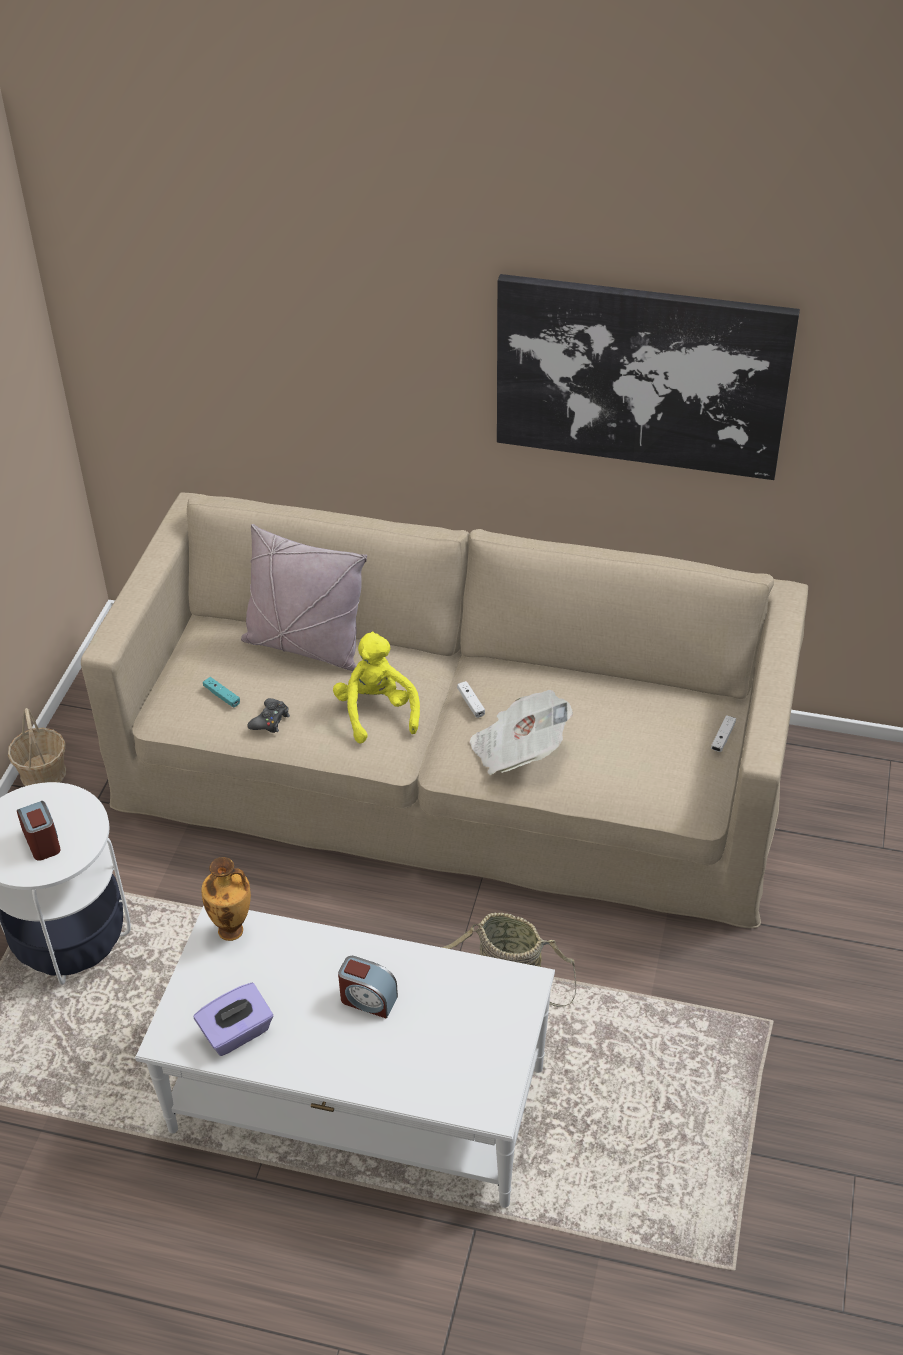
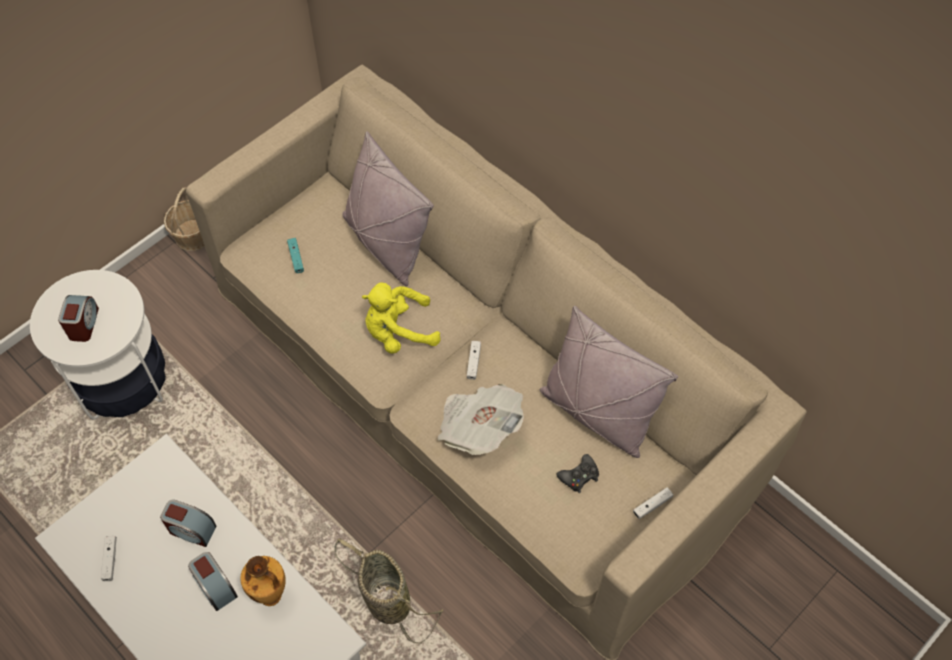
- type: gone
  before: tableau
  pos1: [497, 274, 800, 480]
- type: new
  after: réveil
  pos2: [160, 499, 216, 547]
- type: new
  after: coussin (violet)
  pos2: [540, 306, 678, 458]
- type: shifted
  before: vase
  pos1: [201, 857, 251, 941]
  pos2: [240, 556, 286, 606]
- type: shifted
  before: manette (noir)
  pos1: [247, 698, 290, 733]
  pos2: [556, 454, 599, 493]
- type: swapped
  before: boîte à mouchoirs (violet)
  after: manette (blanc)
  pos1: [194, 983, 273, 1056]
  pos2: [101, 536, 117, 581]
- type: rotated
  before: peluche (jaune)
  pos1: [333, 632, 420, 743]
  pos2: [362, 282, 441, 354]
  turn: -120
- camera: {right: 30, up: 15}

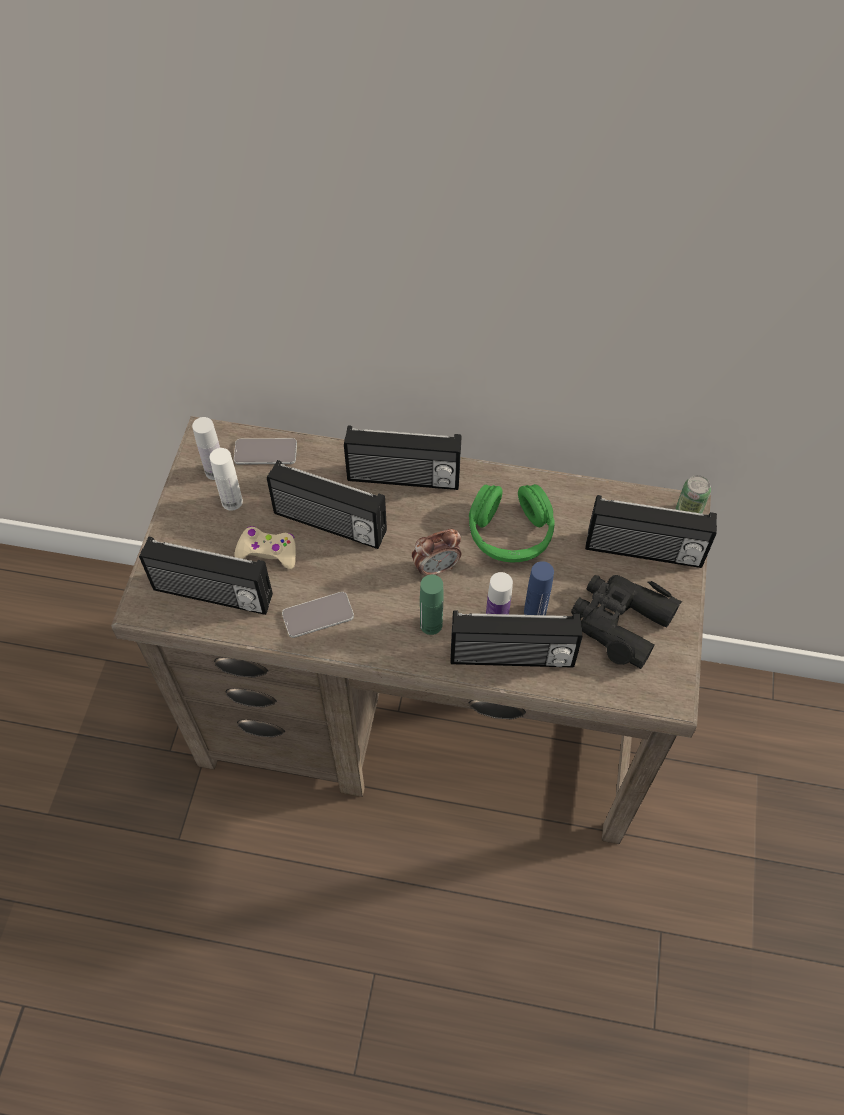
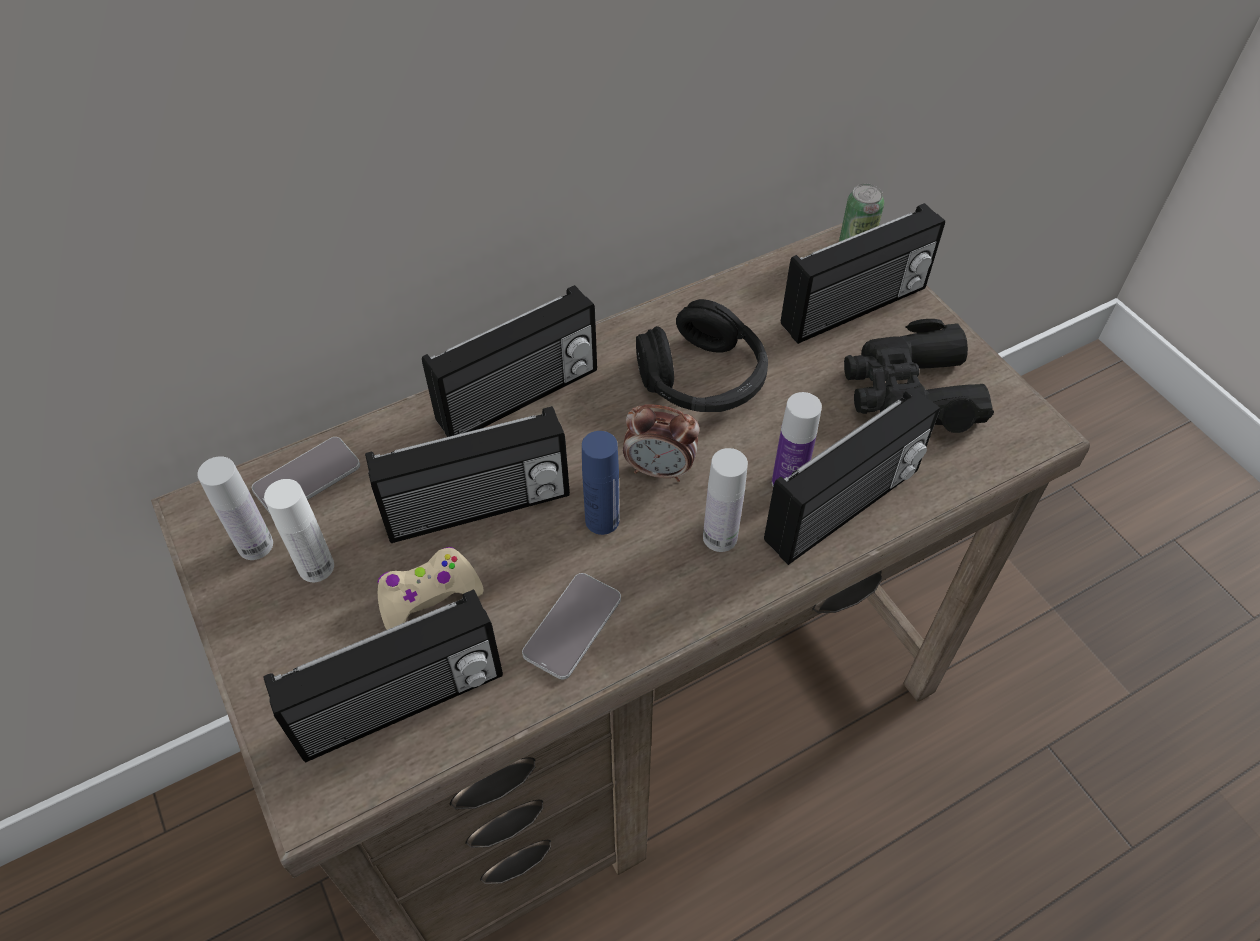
- type: shifted
  before: bouteille (bleu)
  pos1: [524, 561, 554, 615]
  pos2: [582, 431, 619, 535]
- type: repainted
  before: bouteille (vert)
  after: bouteille (blanc)
  pos1: [420, 575, 444, 635]
  pos2: [703, 448, 748, 552]
- type: repainted
  before: casque audio (vert)
  after: casque audio (noir)
  pos1: [469, 484, 554, 562]
  pos2: [636, 299, 768, 412]
- type: rotated
  before: réveil
  pos1: [412, 529, 461, 577]
  pos2: [623, 404, 700, 482]
  turn: 75
- camera: {right: -40, up: -5}

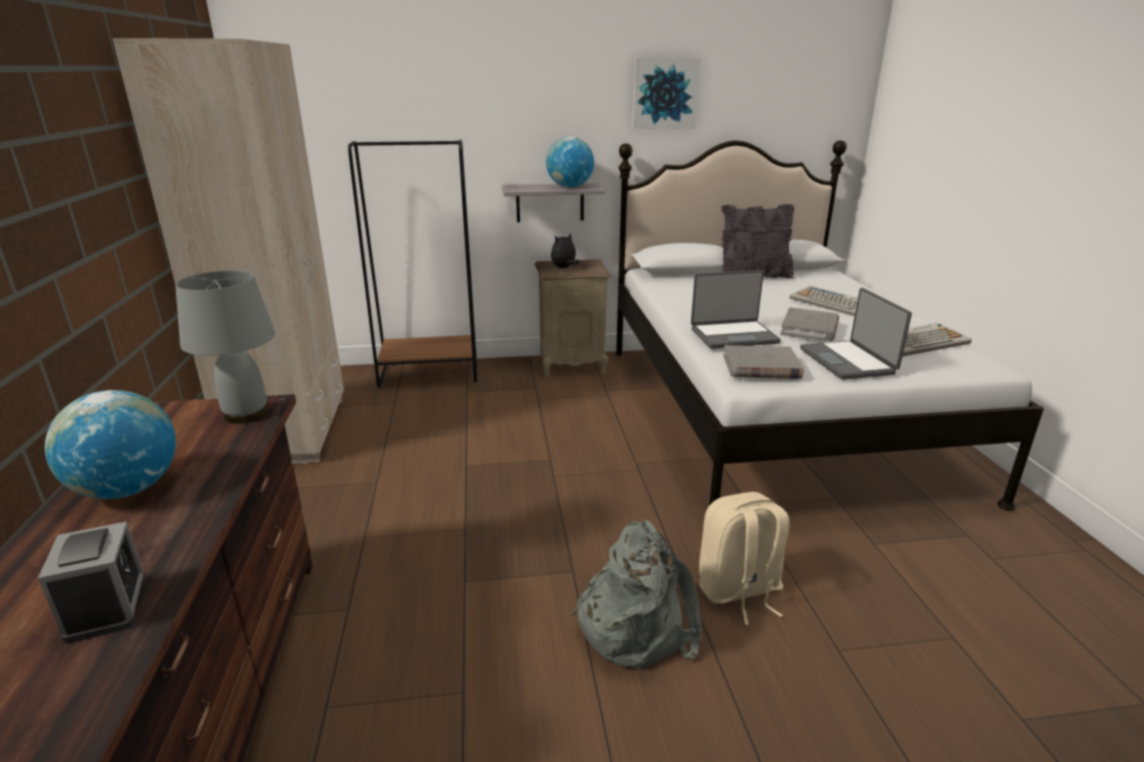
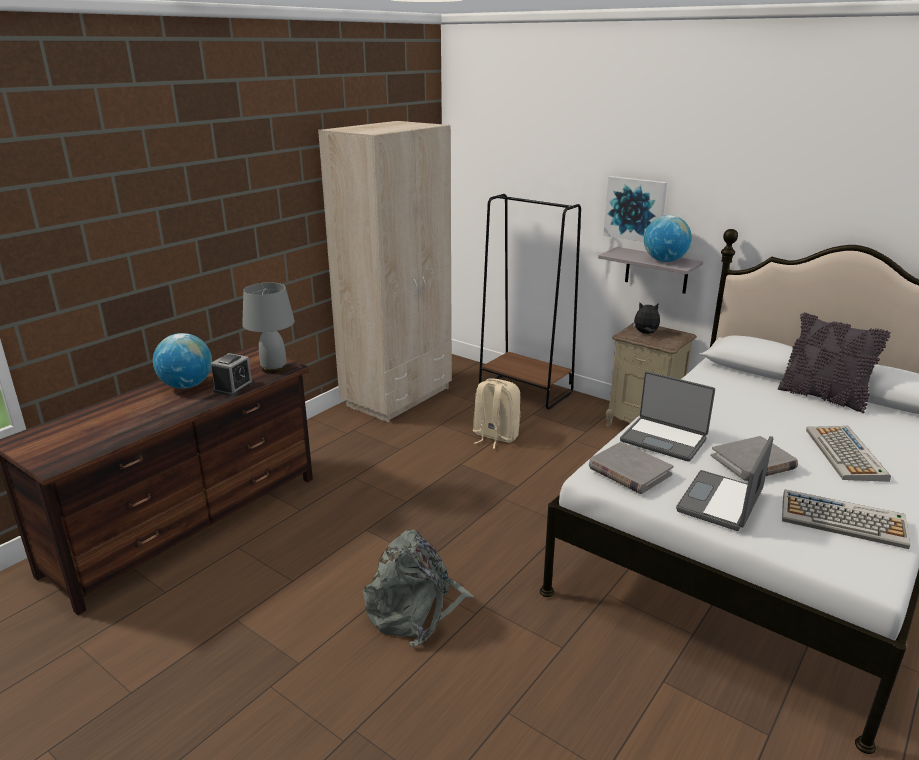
- type: shifted
  before: réveil
  pos1: [38, 522, 146, 644]
  pos2: [211, 353, 253, 396]
- type: shifted
  before: tableau
  pos1: [632, 58, 701, 129]
  pos2: [603, 176, 667, 242]
- type: shifted
  before: sac à dos (beige)
  pos1: [699, 492, 789, 625]
  pos2: [473, 378, 521, 449]
- camera: {right: 45, up: 0}

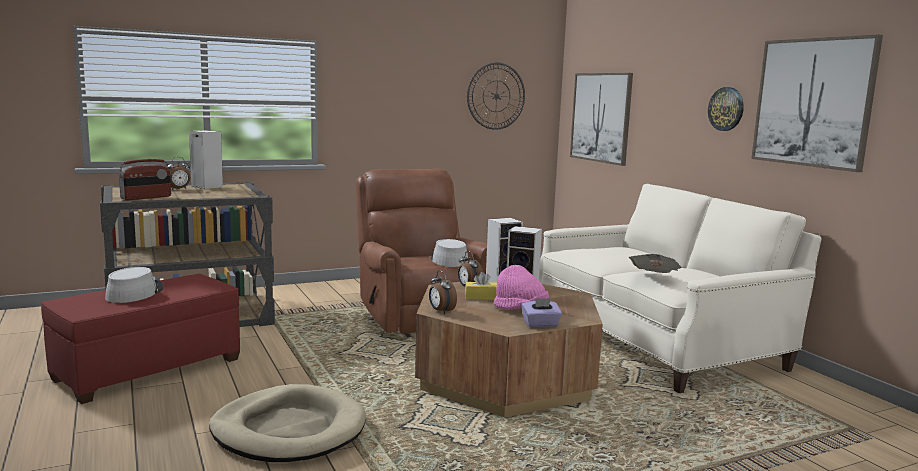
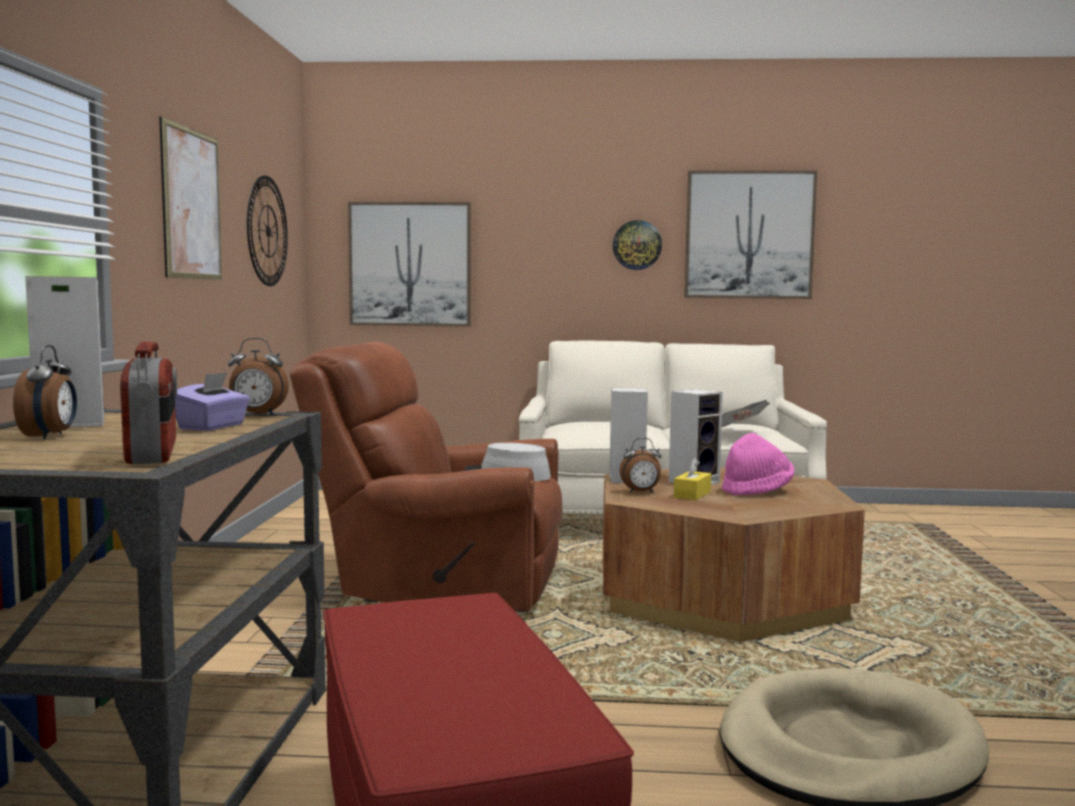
- type: gone
  before: chapeau (gris)
  pos1: [105, 267, 164, 303]
- type: new
  after: tableau
  pos2: [159, 116, 222, 280]
- type: shifted
  before: réveil
  pos1: [429, 270, 457, 314]
  pos2: [228, 338, 289, 415]
- type: shifted
  before: boîte à mouchoirs (violet)
  pos1: [521, 298, 562, 327]
  pos2: [175, 372, 250, 431]
- camera: {right: -60, up: -5}

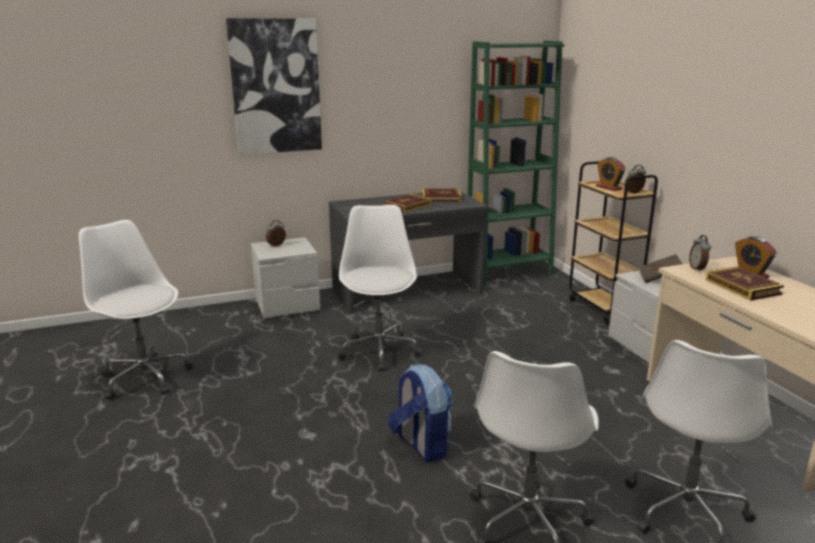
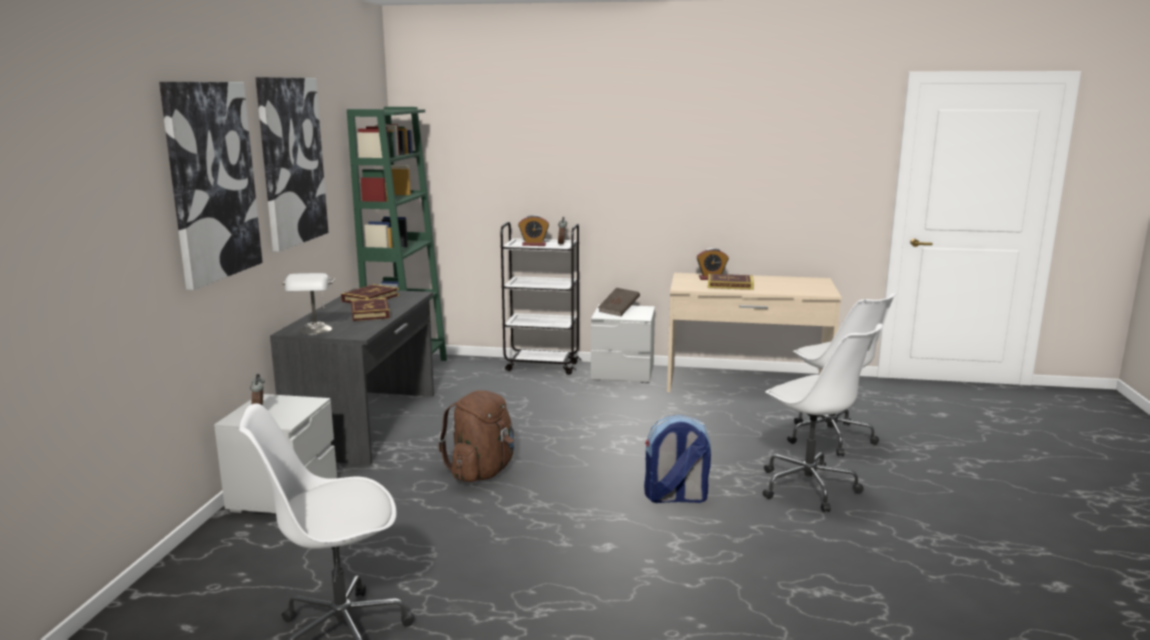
- type: gone
  before: réveil
  pos1: [689, 235, 711, 272]
- type: new
  after: tableau
  pos2: [256, 77, 329, 252]
- type: new
  after: lampe de table (blanc)
  pos2: [282, 273, 335, 335]
- type: swapped
  before: chaise de bureau (blanc)
  after: sac à dos (marron)
  pos1: [337, 205, 422, 371]
  pos2: [438, 390, 514, 482]
- type: repainted
  before: chariot (marron)
  after: chariot (blanc)
  pos1: [569, 161, 658, 325]
  pos2: [501, 222, 581, 375]
- camera: {right: -60, up: -5}

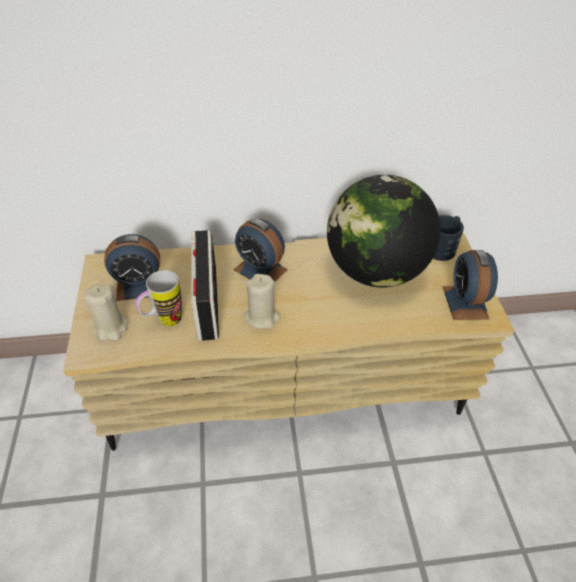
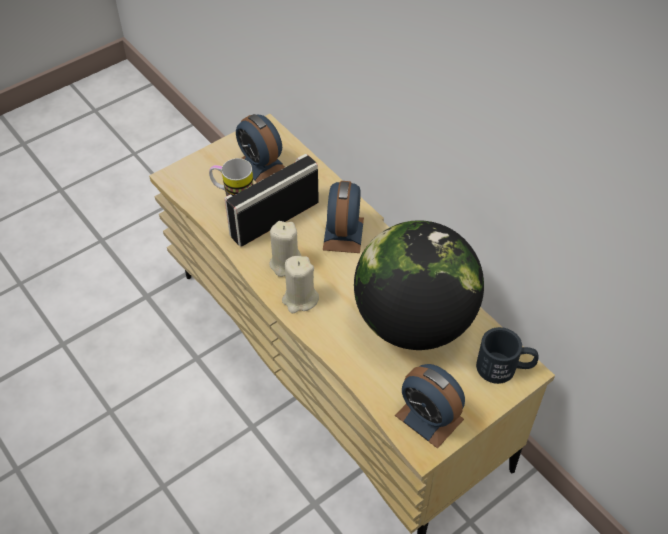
- type: shifted
  before: bougie (beige)
  pos1: [84, 284, 128, 341]
  pos2: [282, 256, 319, 313]
- type: rotated
  before: réveil
  pos1: [443, 250, 498, 320]
  pos2: [395, 364, 465, 449]
  turn: -105
- camera: {right: 60, up: 5}

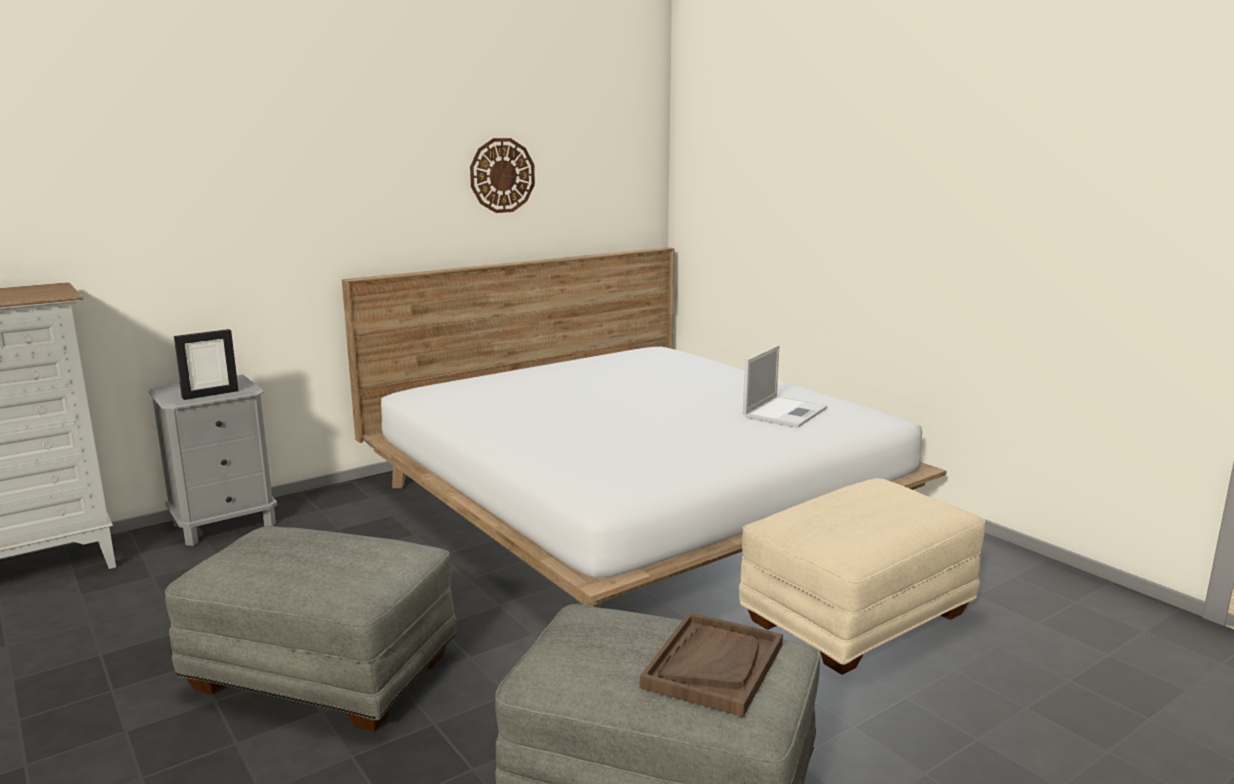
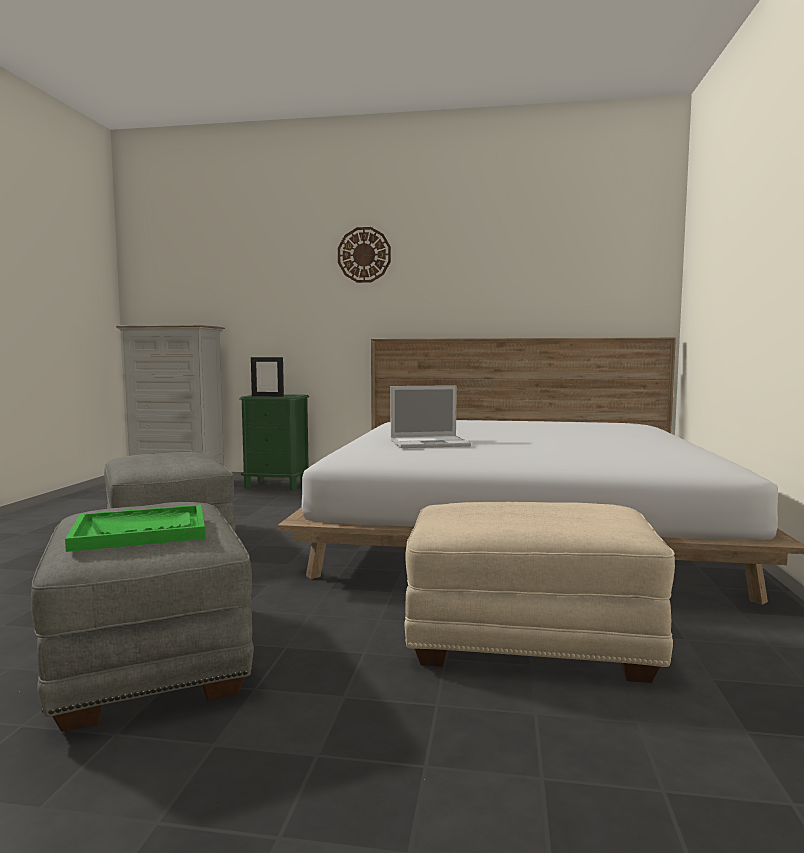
- type: shifted
  before: horloge murale
  pos1: [470, 138, 535, 213]
  pos2: [338, 227, 391, 283]
- type: shifted
  before: ordinateur portable
  pos1: [743, 345, 827, 428]
  pos2: [390, 385, 471, 448]
- type: repainted
  before: table de chevet (gris)
  after: table de chevet (vert)
  pos1: [148, 375, 277, 546]
  pos2: [239, 394, 309, 490]
- type: repainted
  before: plateau (marron)
  after: plateau (vert)
  pos1: [640, 612, 783, 717]
  pos2: [65, 505, 205, 552]
- camera: {right: 45, up: -10}

